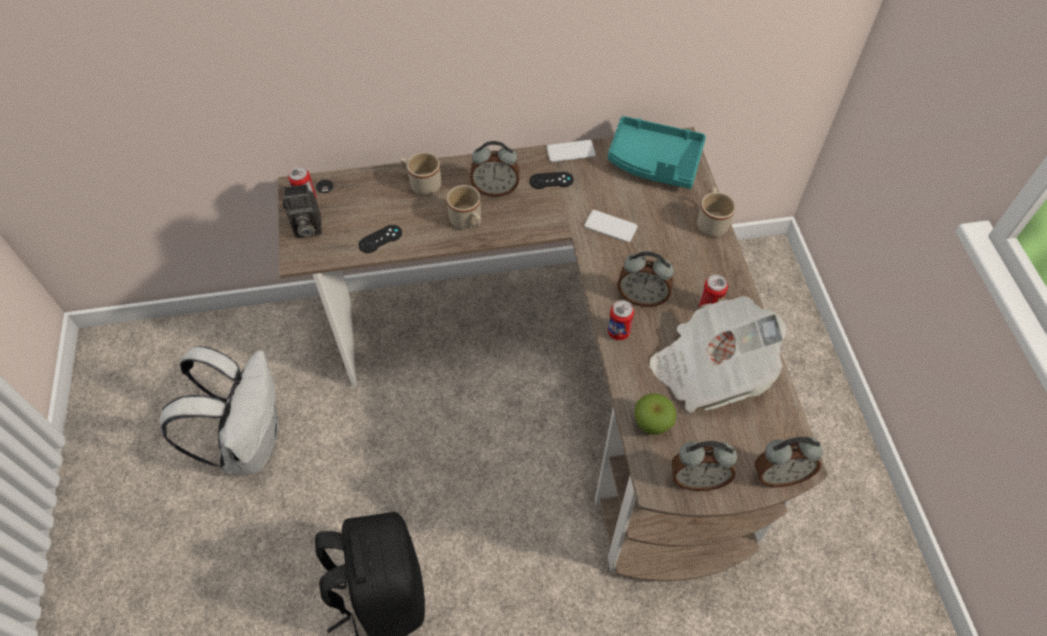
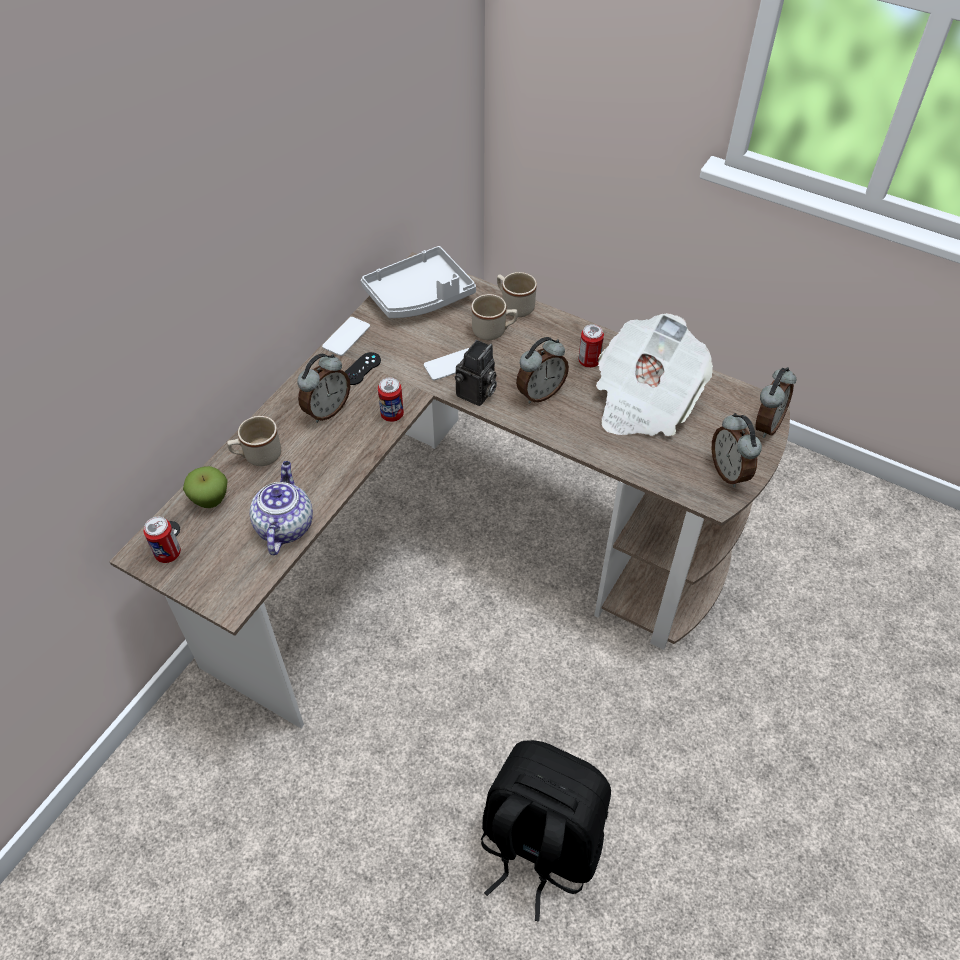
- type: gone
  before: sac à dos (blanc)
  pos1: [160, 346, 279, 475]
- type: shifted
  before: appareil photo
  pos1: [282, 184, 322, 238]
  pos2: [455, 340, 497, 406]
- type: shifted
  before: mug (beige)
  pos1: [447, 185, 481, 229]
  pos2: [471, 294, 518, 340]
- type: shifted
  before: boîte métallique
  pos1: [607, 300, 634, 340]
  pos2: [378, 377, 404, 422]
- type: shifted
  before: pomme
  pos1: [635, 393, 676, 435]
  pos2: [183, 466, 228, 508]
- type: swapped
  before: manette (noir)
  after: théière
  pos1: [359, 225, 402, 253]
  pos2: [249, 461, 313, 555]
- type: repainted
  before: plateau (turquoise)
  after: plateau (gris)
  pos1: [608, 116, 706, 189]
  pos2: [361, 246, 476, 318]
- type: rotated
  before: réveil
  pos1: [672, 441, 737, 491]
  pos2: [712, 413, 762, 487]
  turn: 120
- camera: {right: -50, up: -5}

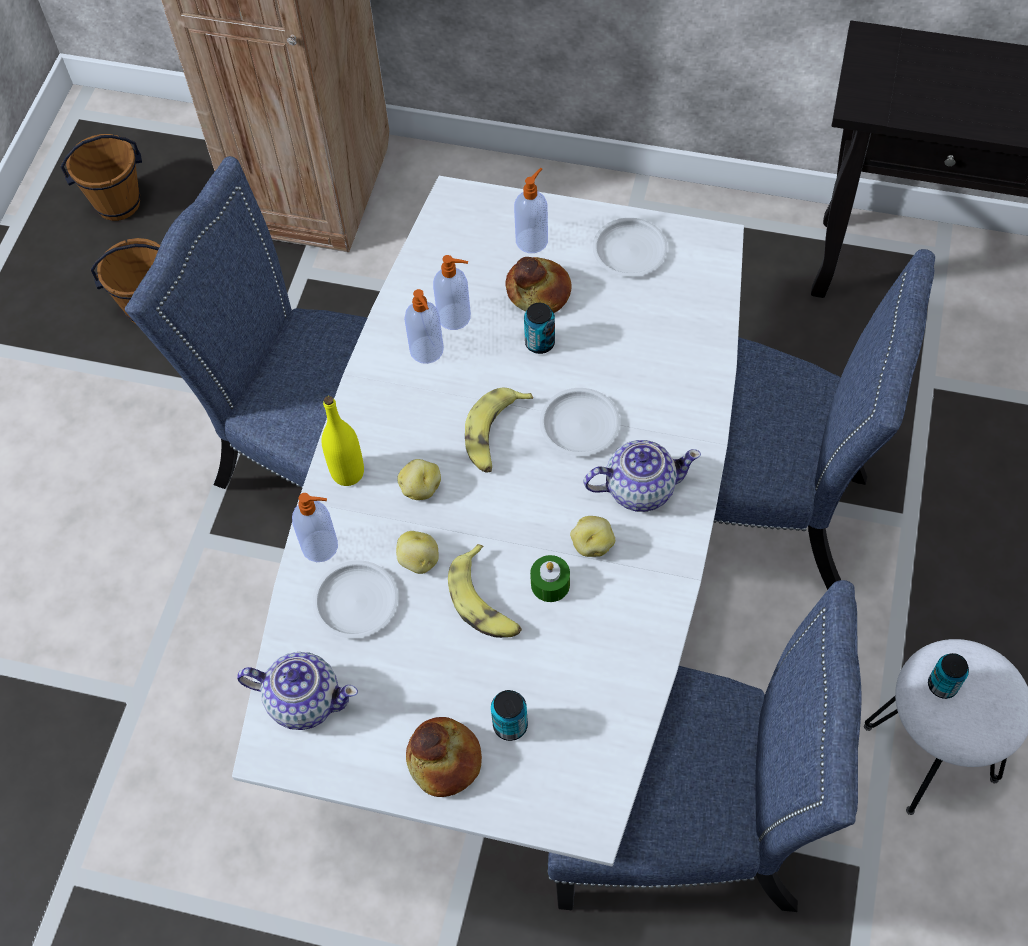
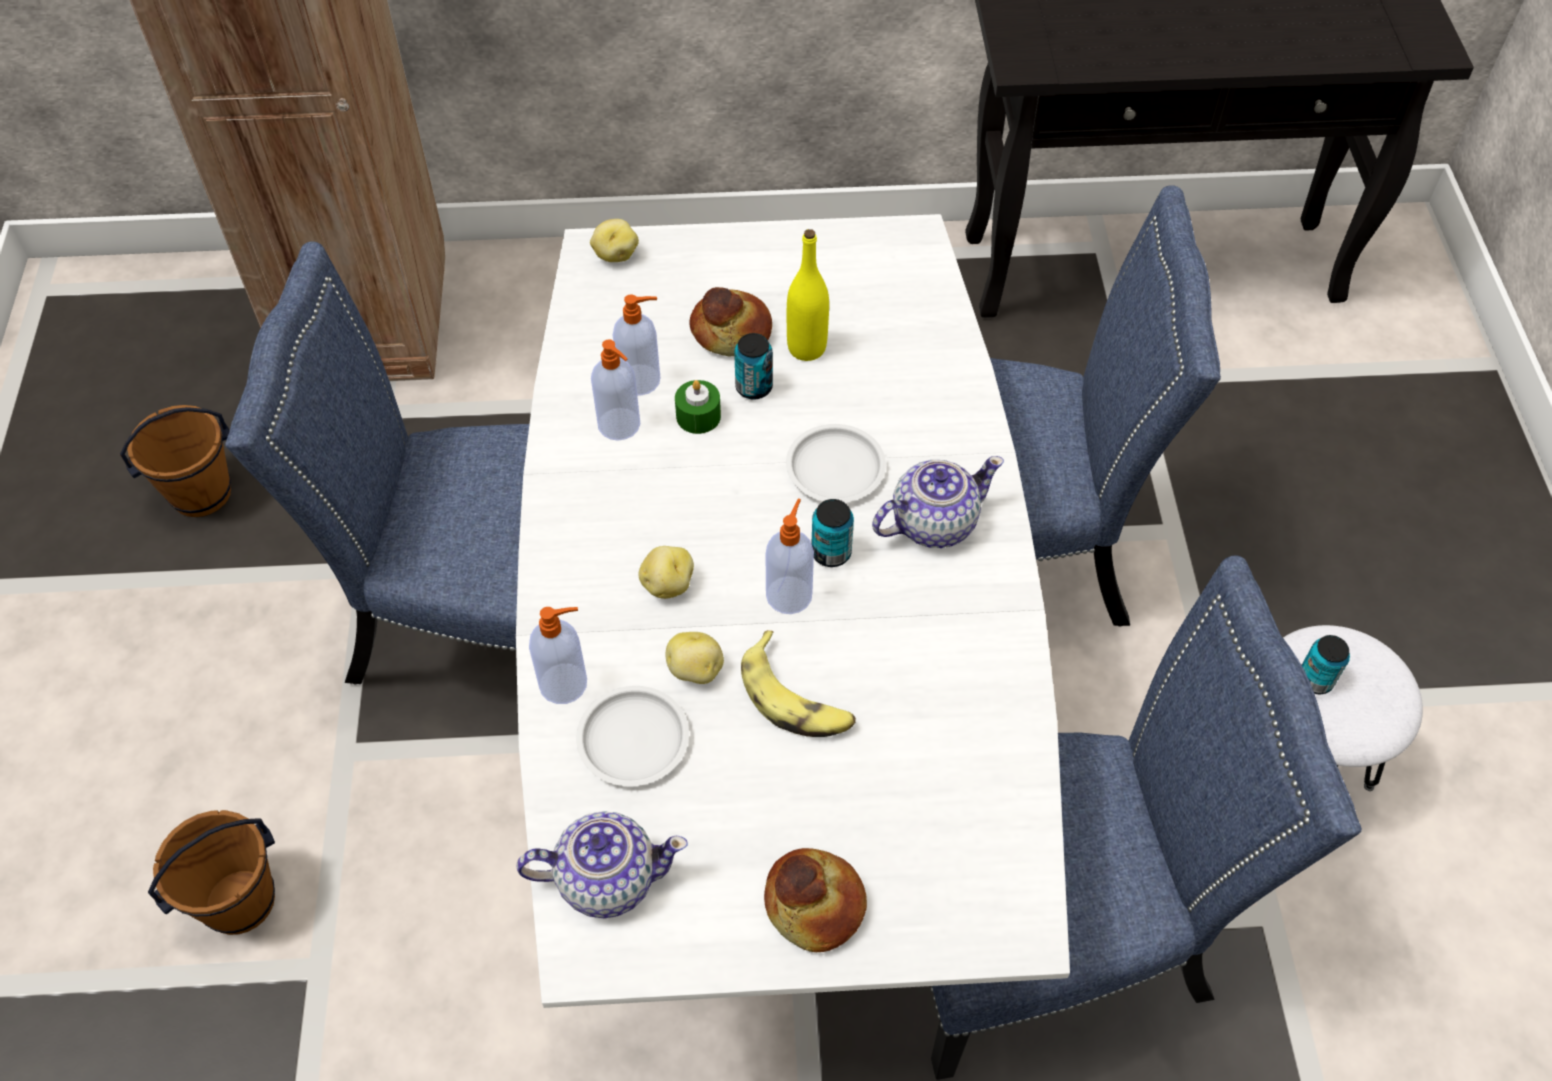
- type: gone
  before: banane
  pos1: [465, 388, 533, 473]
- type: gone
  before: assiette (blanc)
  pos1: [593, 218, 668, 277]
- type: shifted
  before: seau (marron)
  pos1: [60, 134, 142, 221]
  pos2: [148, 810, 275, 935]
- type: shifted
  before: bouteille (jaune)
  pos1: [321, 396, 364, 486]
  pos2: [787, 229, 829, 361]
- type: shifted
  before: boîte métallique
  pos1: [491, 690, 528, 741]
  pos2: [811, 499, 854, 567]
- type: shifted
  before: distributeur de savon
  pos1: [514, 168, 548, 253]
  pos2: [766, 498, 814, 614]
- type: shifted
  before: bougie (vert)
  pos1: [530, 555, 570, 602]
  pos2: [675, 380, 721, 434]
- type: shifted
  before: pomme de terre
  pos1: [570, 516, 615, 557]
  pos2: [590, 219, 639, 262]
- camera: {right: -20, up: -5}

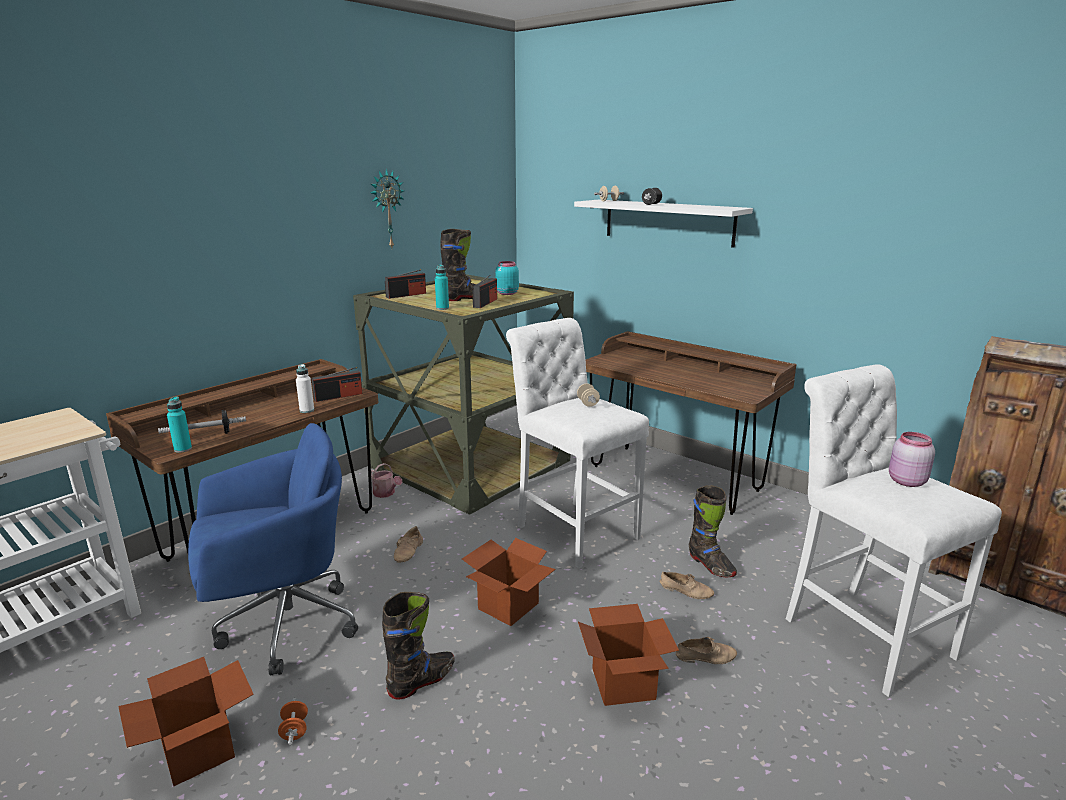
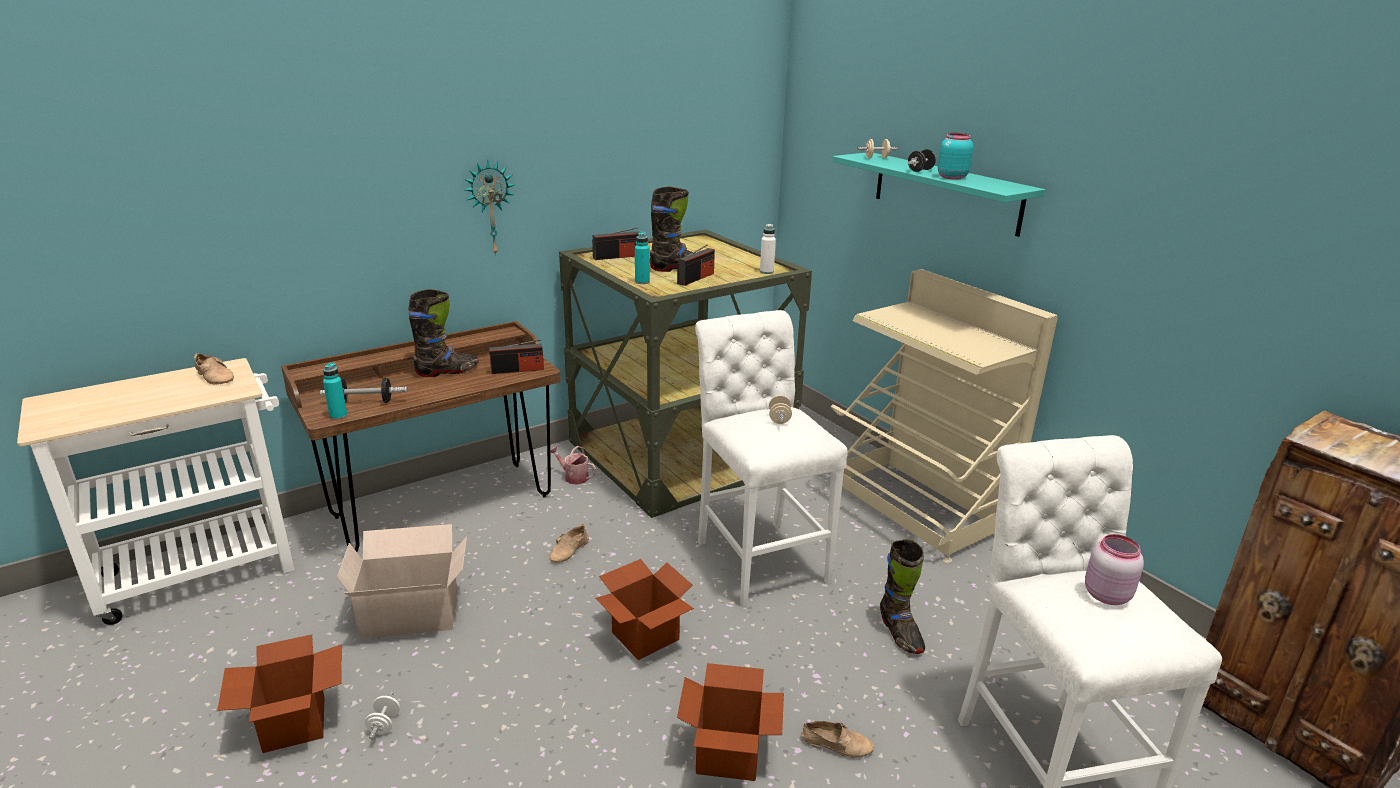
- type: shifted
  before: bouteille (blanc)
  pos1: [296, 364, 314, 413]
  pos2: [760, 224, 776, 274]
- type: shifted
  before: horloge murale
  pos1: [370, 169, 404, 248]
  pos2: [464, 159, 514, 256]
- type: shifted
  before: botte (noir)
  pos1: [382, 592, 455, 699]
  pos2: [408, 289, 479, 377]
- type: shifted
  before: bocal (turquoise)
  pos1: [495, 261, 519, 295]
  pos2: [938, 133, 973, 180]
- type: shifted
  before: chaussure (beige)
  pos1: [659, 572, 714, 599]
  pos2: [194, 353, 234, 385]
- type: swapped
  before: chaise de bureau (bleu)
  after: carton
  pos1: [188, 423, 358, 675]
  pos2: [337, 524, 467, 639]
- type: swapped
  before: bureau (marron)
  after: étagère à chaussures (beige)
  pos1: [586, 331, 796, 515]
  pos2: [829, 269, 1058, 563]
- type: repainted
  before: haltère (orange)
  after: haltère (blanc)
  pos1: [278, 698, 308, 745]
  pos2: [365, 692, 400, 739]
- type: repainted
  before: étagère (blanc)
  after: étagère (turquoise)
  pos1: [574, 200, 753, 248]
  pos2: [832, 153, 1045, 237]
- type: rotated
  before: arrosoir
  pos1: [371, 463, 402, 498]
  pos2: [550, 446, 597, 485]
  turn: 150
- camera: {right: 15, up: 5}

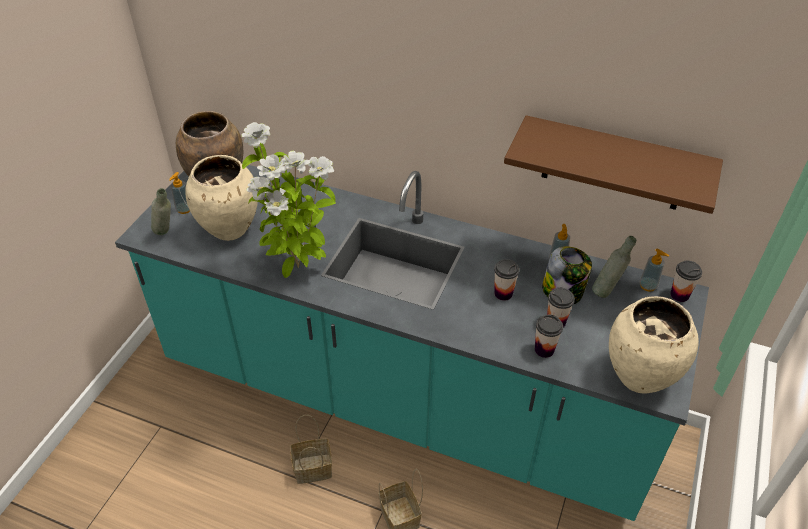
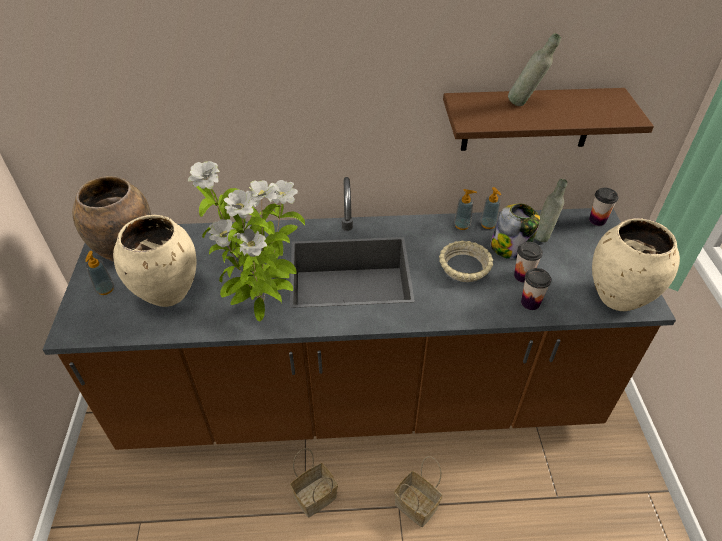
- type: shifted
  before: bouteille (gris)
  pos1: [151, 188, 171, 235]
  pos2: [508, 33, 561, 106]
- type: shifted
  before: distributeur de savon
  pos1: [639, 248, 669, 292]
  pos2: [454, 189, 477, 230]
- type: swapped
  before: tasse
  after: bol (beige)
  pos1: [494, 259, 520, 301]
  pos2: [439, 241, 493, 282]
- type: repainted
  before: comptoir de cuisine (turquoise)
  after: comptoir de cuisine (marron)
  pos1: [115, 165, 709, 521]
  pos2: [43, 177, 676, 450]
- camera: {right: -25, up: 0}

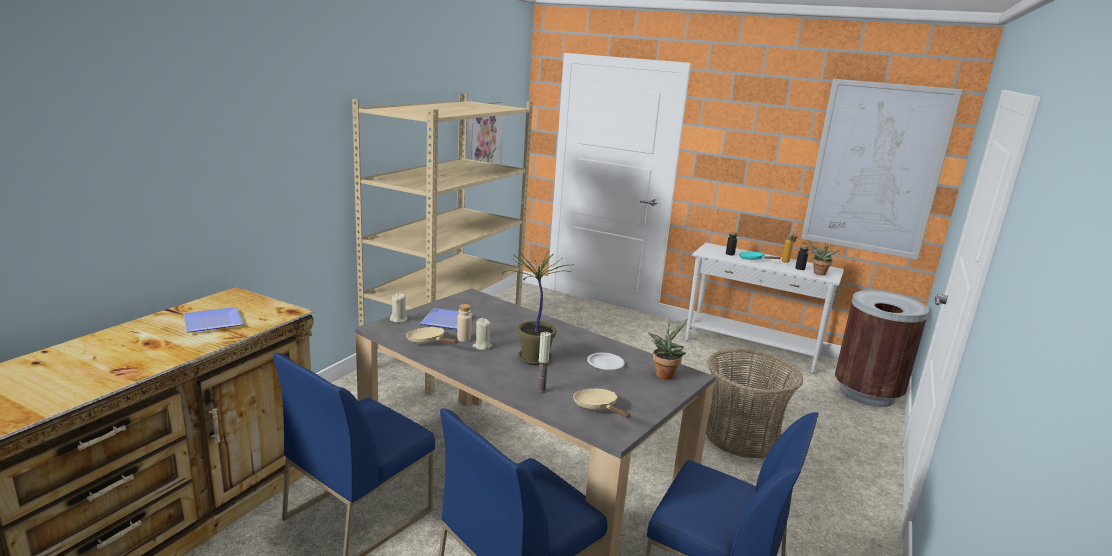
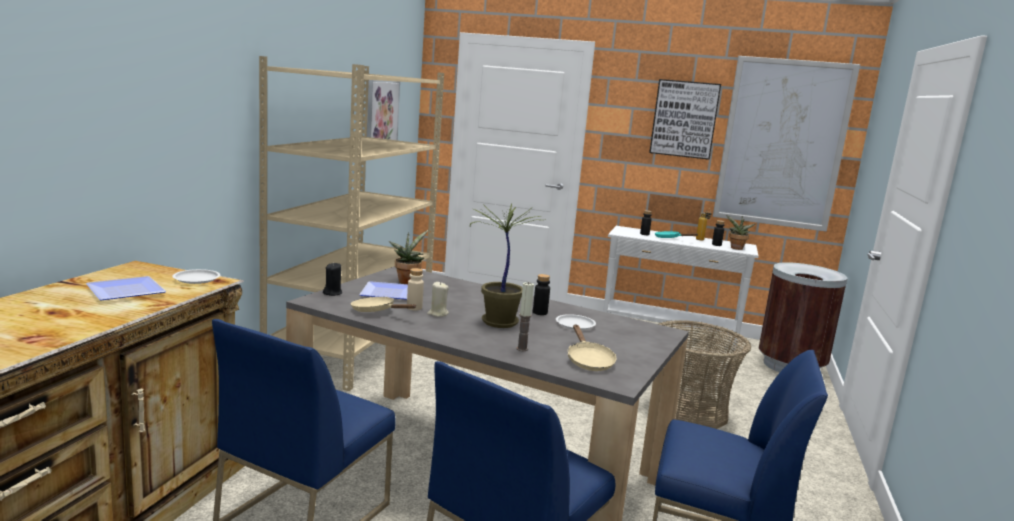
- type: new
  after: assiette (blanc)
  pos2: [172, 269, 220, 284]
- type: new
  after: bouteille (noir)
  pos2: [533, 274, 550, 315]
- type: new
  after: tableau
  pos2: [649, 79, 721, 160]
- type: shifted
  before: plante en pot
  pos1: [648, 318, 688, 380]
  pos2: [389, 230, 428, 284]
- type: repainted
  before: bougie (beige)
  after: bougie (noir)
  pos1: [390, 293, 407, 323]
  pos2: [323, 262, 342, 296]
- type: rotated
  before: poêle (beige)
  pos1: [573, 388, 631, 418]
  pos2: [568, 324, 616, 371]
  turn: -150
- camera: {right: -10, up: -5}

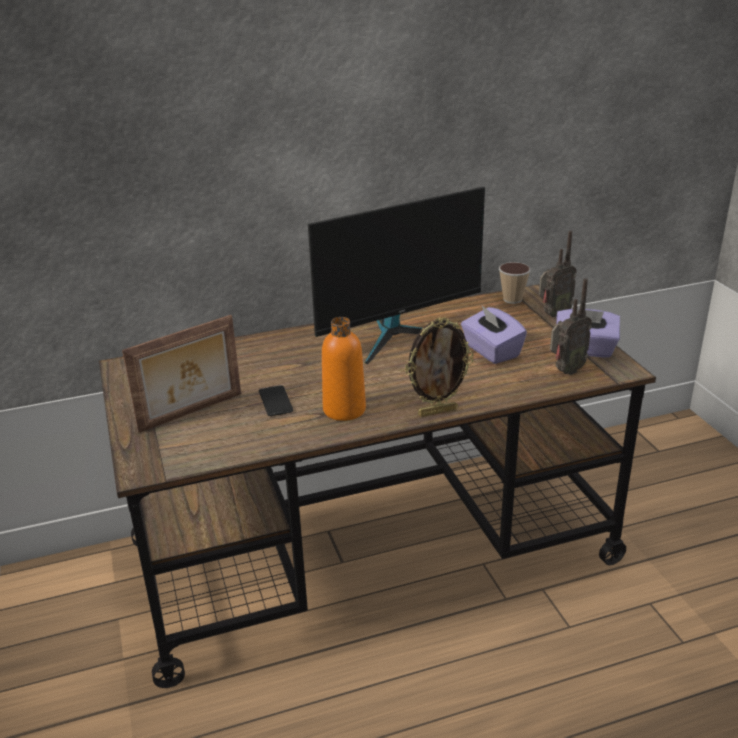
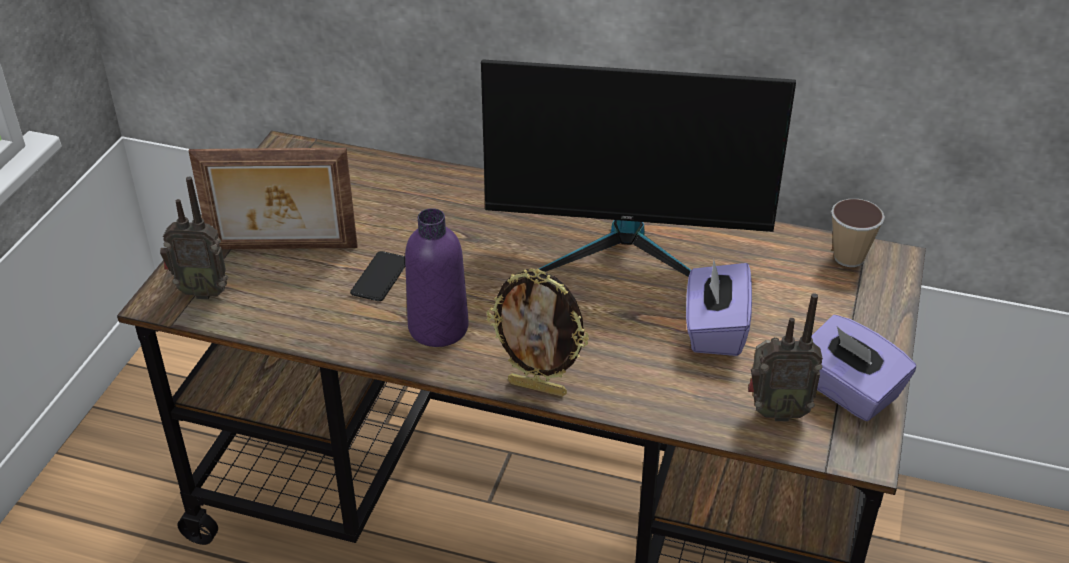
- type: shifted
  before: radio
  pos1: [539, 230, 577, 318]
  pos2: [160, 177, 228, 300]
- type: repainted
  before: bouteille (orange)
  after: bouteille (violet)
  pos1: [322, 317, 366, 421]
  pos2: [405, 208, 469, 347]
- camera: {right: 35, up: 10}

